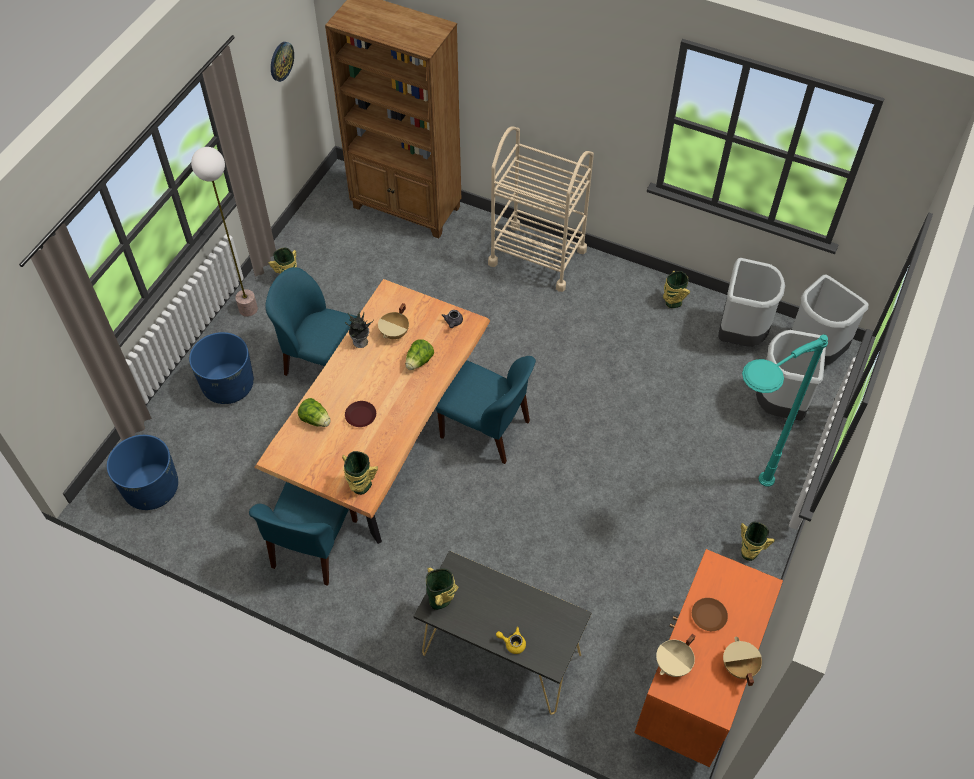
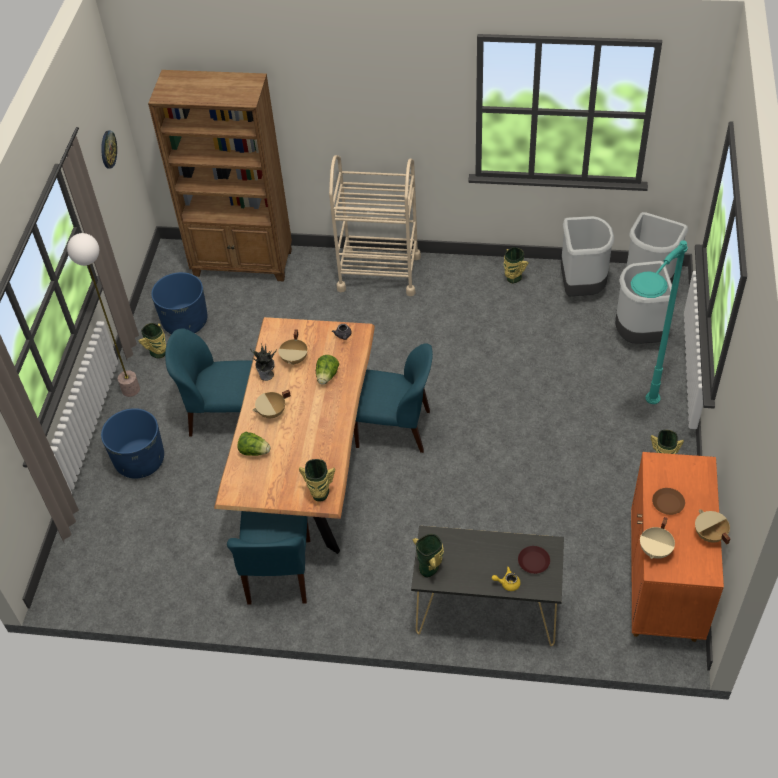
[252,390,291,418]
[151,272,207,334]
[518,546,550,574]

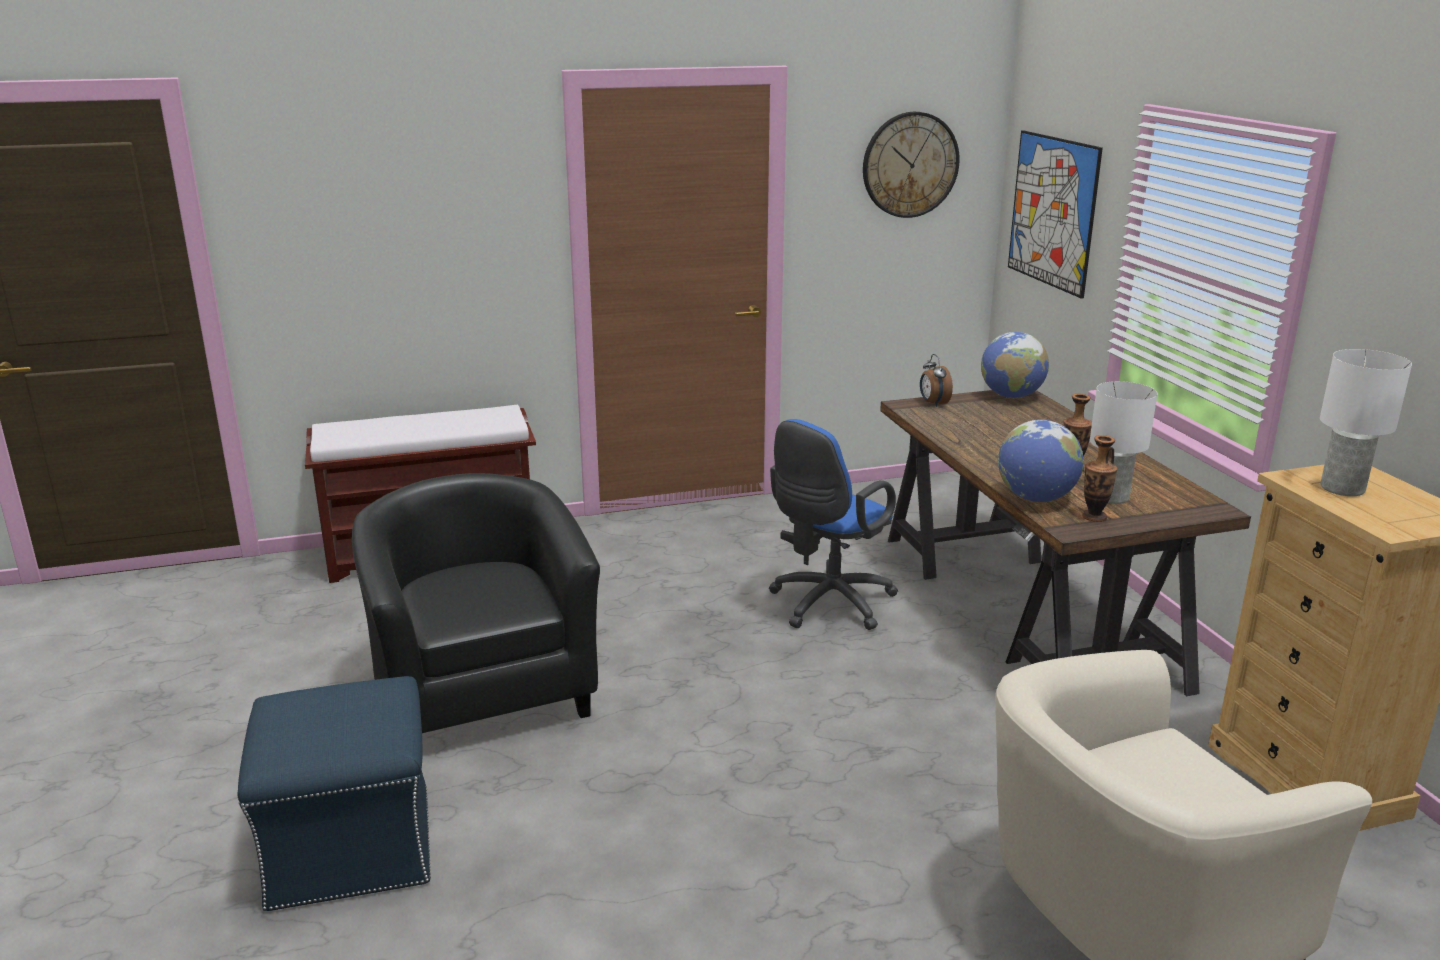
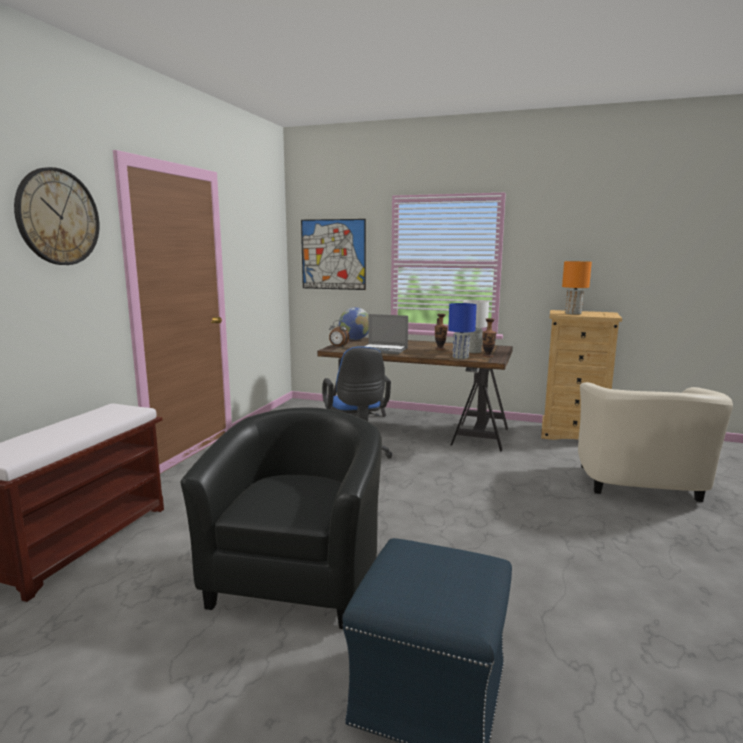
[363,314,408,354]
[14,167,99,265]
[448,303,477,359]
[562,261,592,315]
[181,408,382,629]

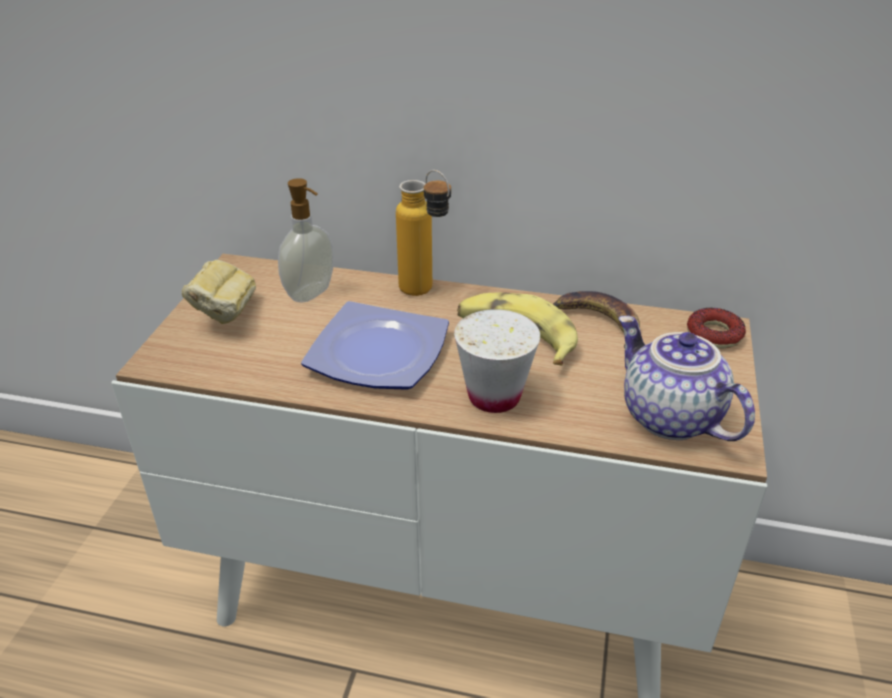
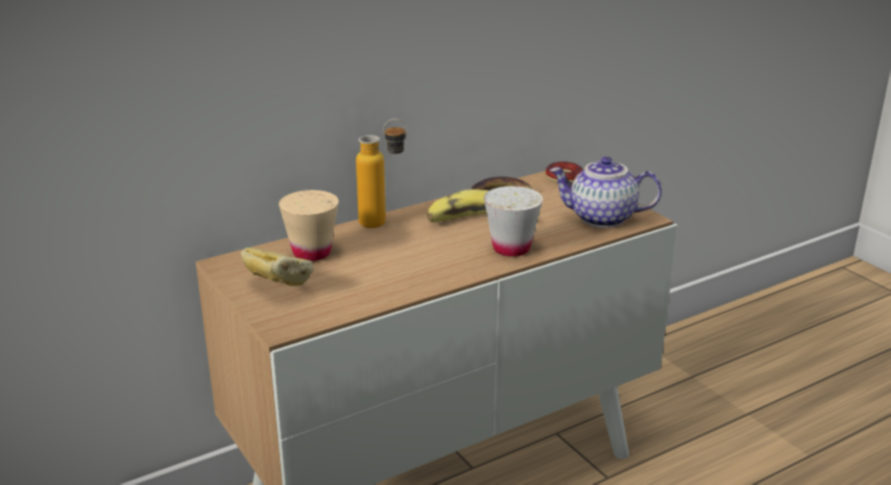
[301,301,449,390] (first image)
[279,190,338,261]

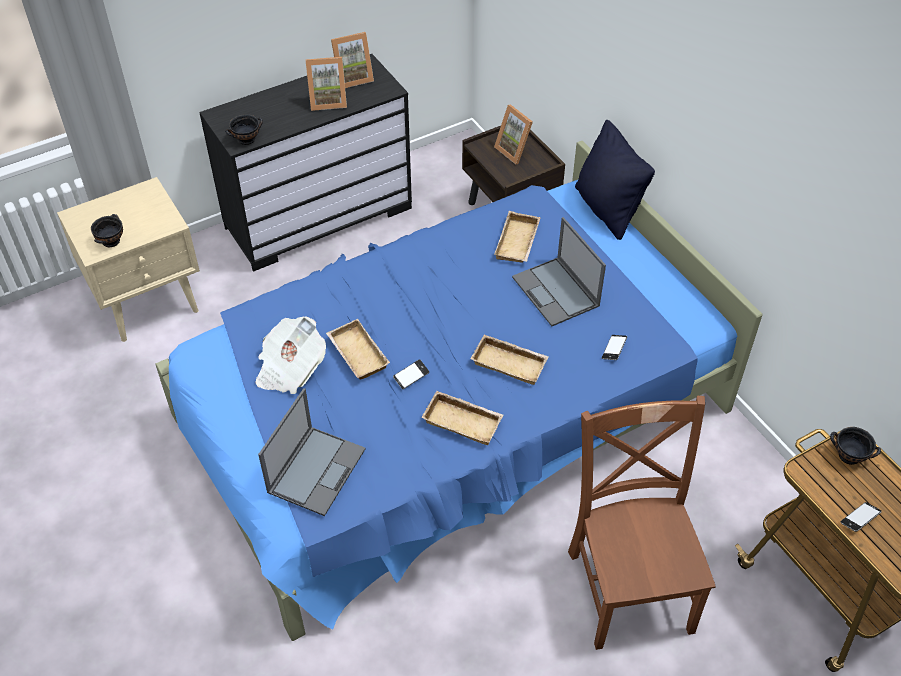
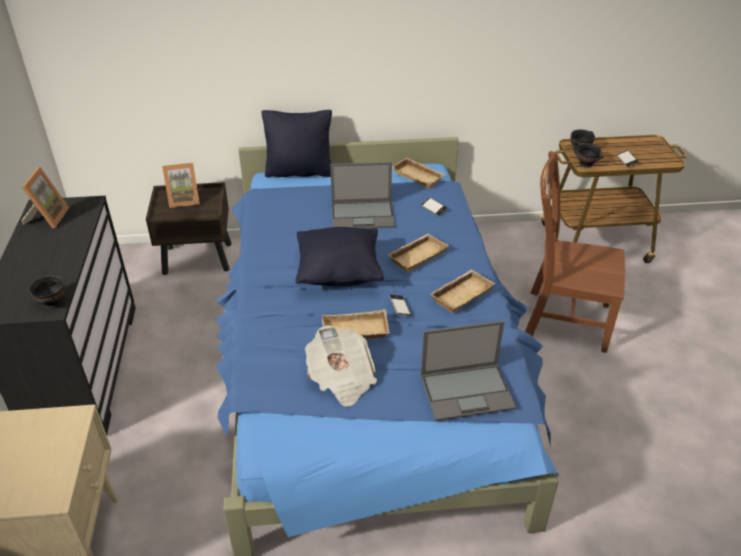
[306,57,347,111] (first image)
[295,227,384,286]
[573,144,604,168]
[392,157,445,189]
[421,321,516,421]

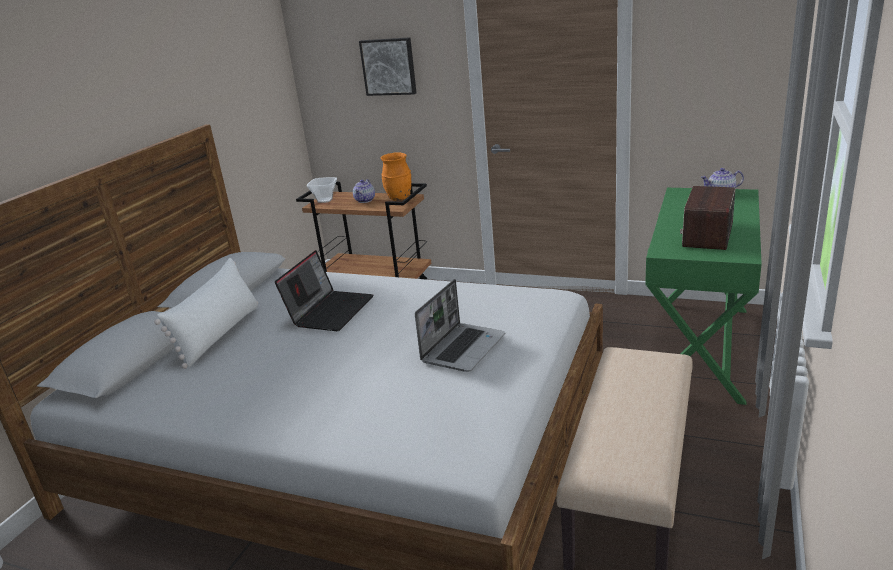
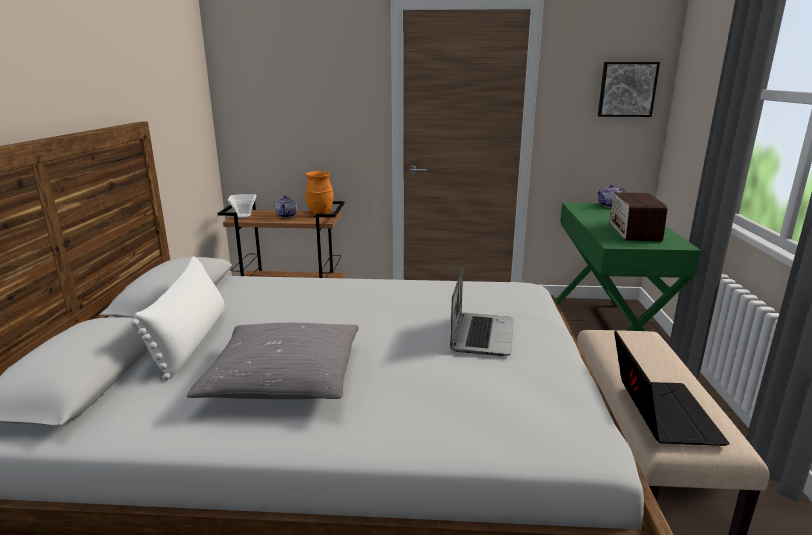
[186,323,359,399]
[614,331,730,446]
[598,62,660,117]

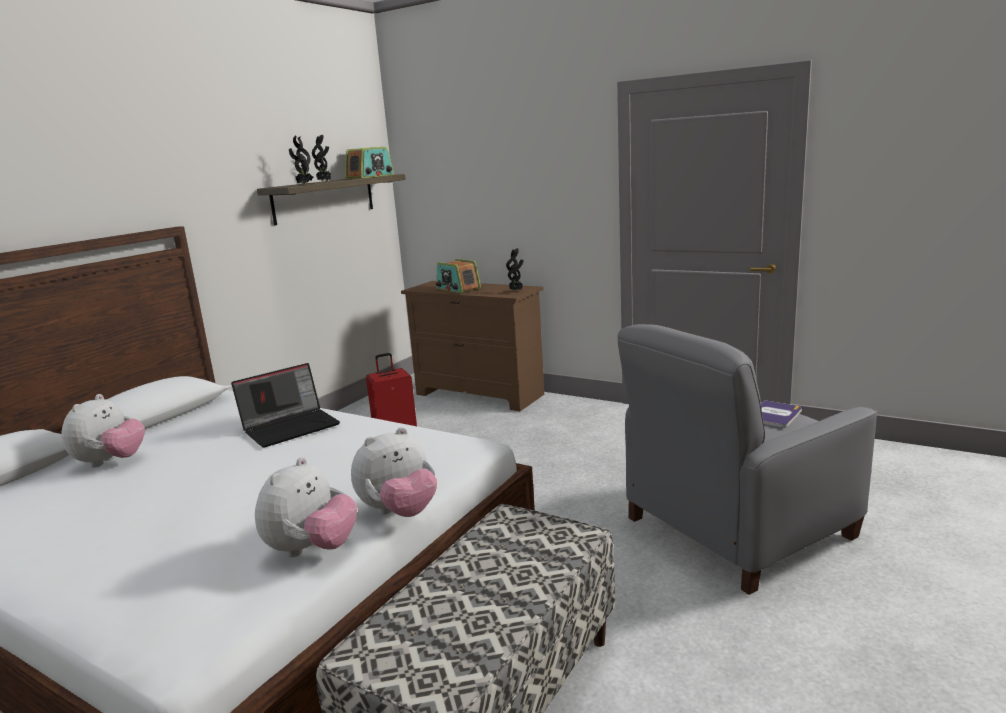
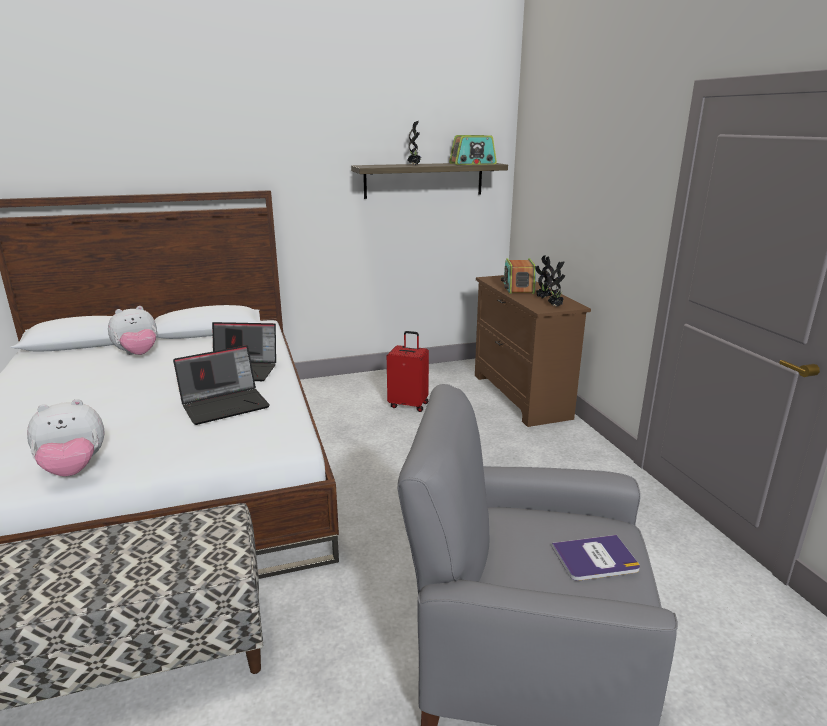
[351,427,437,517] (first image)
[173,345,270,425]
[536,255,555,299]

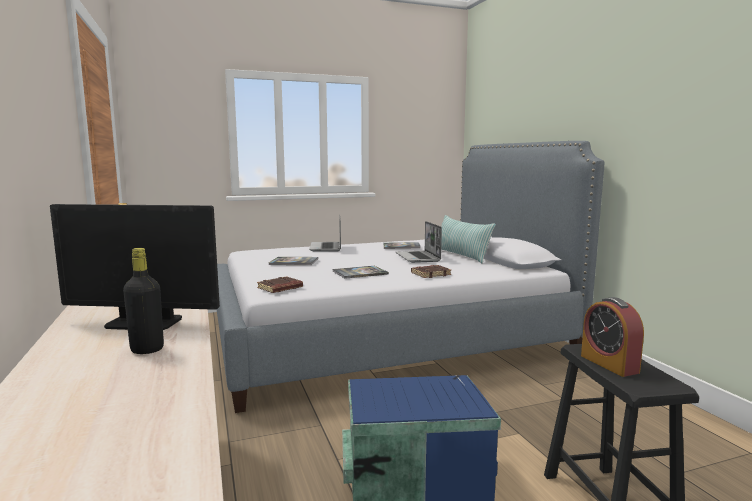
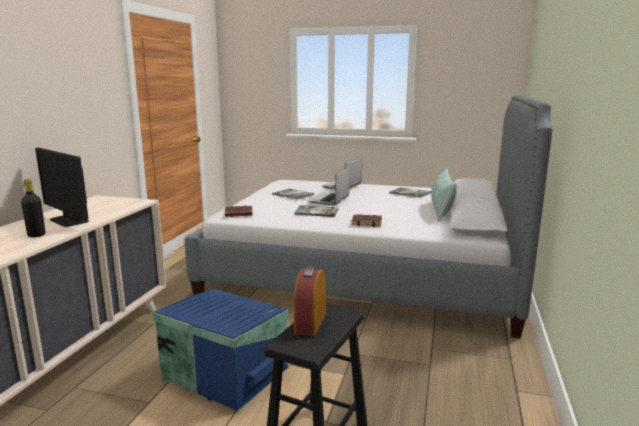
[307,167,350,205]

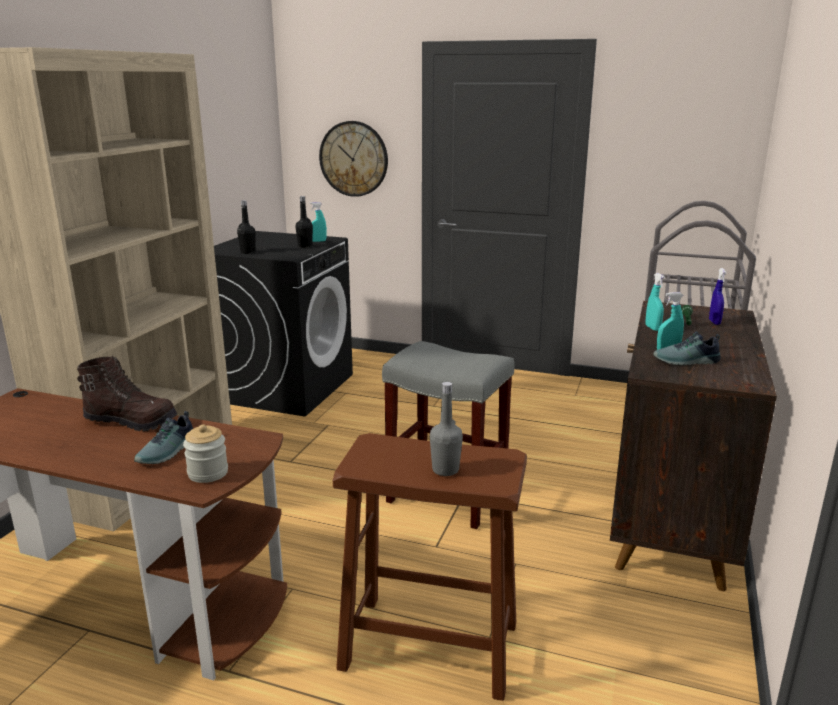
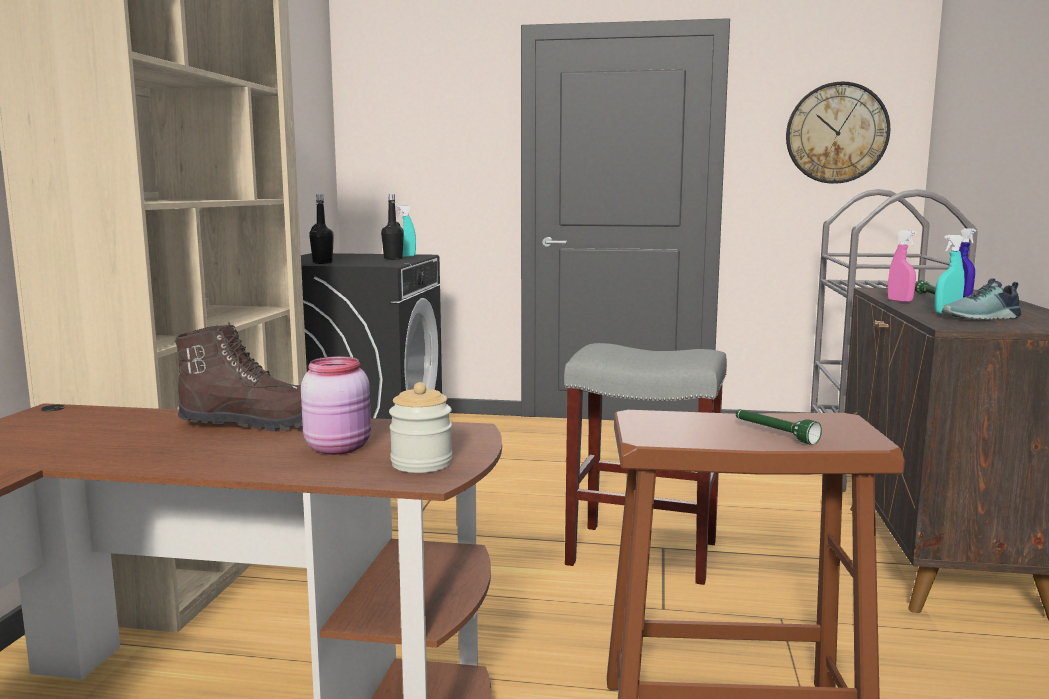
[786,82,890,184]
[301,356,371,455]
[736,409,822,445]
[888,230,917,302]

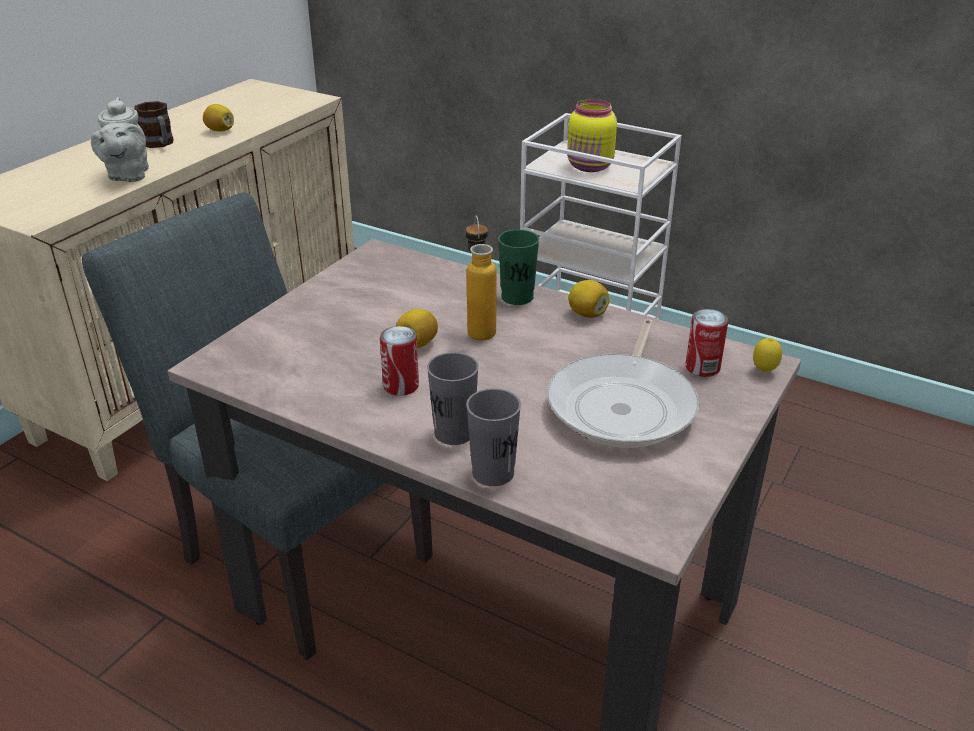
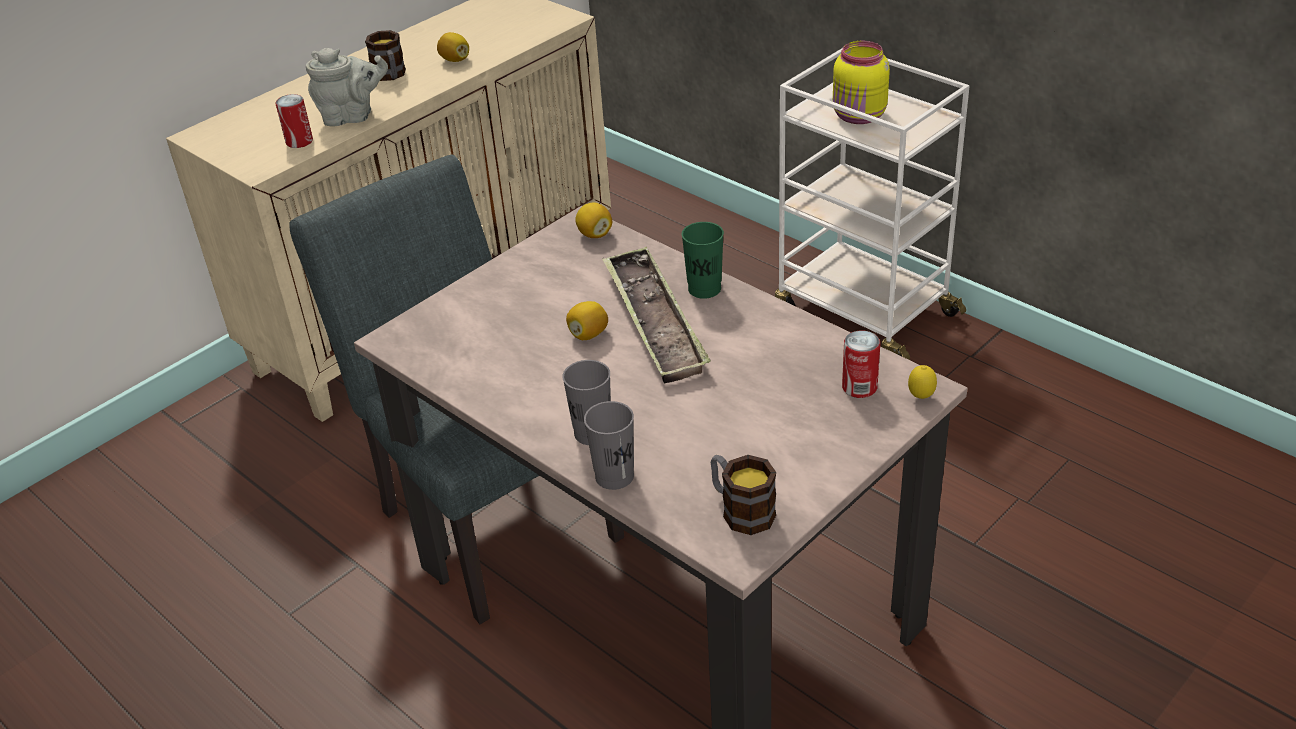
[547,319,699,447] (first image)
[710,455,776,535]
[275,94,313,148]
[575,202,612,238]
[602,247,711,383]
[306,48,388,127]

